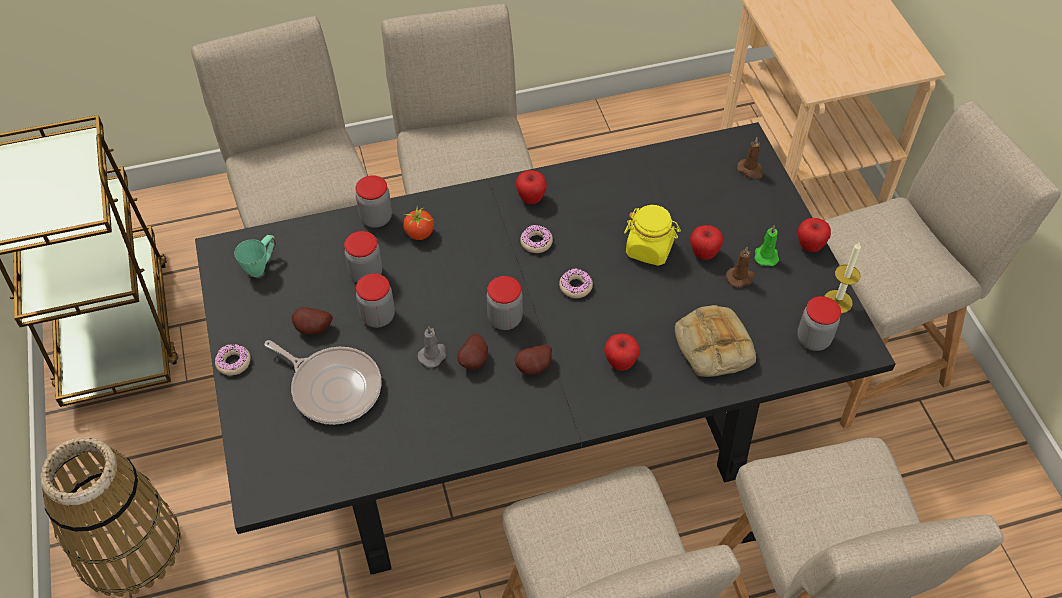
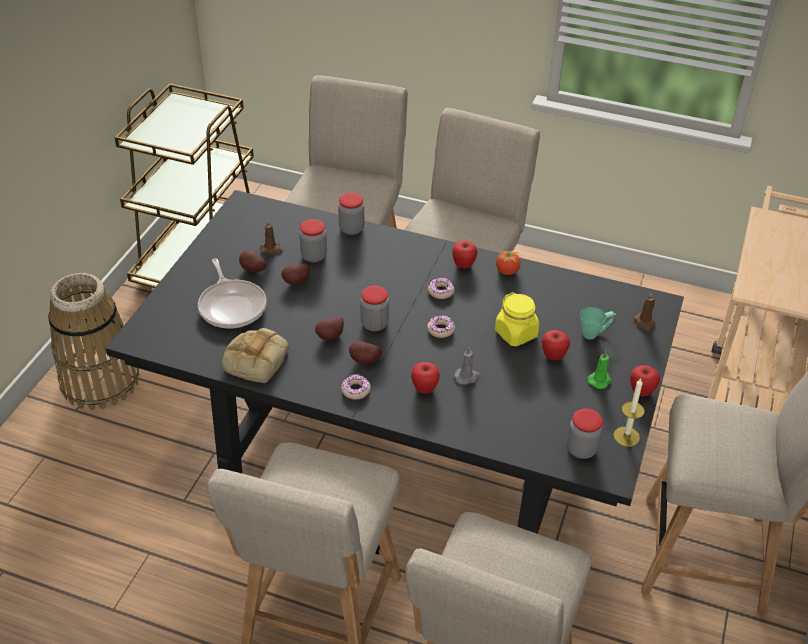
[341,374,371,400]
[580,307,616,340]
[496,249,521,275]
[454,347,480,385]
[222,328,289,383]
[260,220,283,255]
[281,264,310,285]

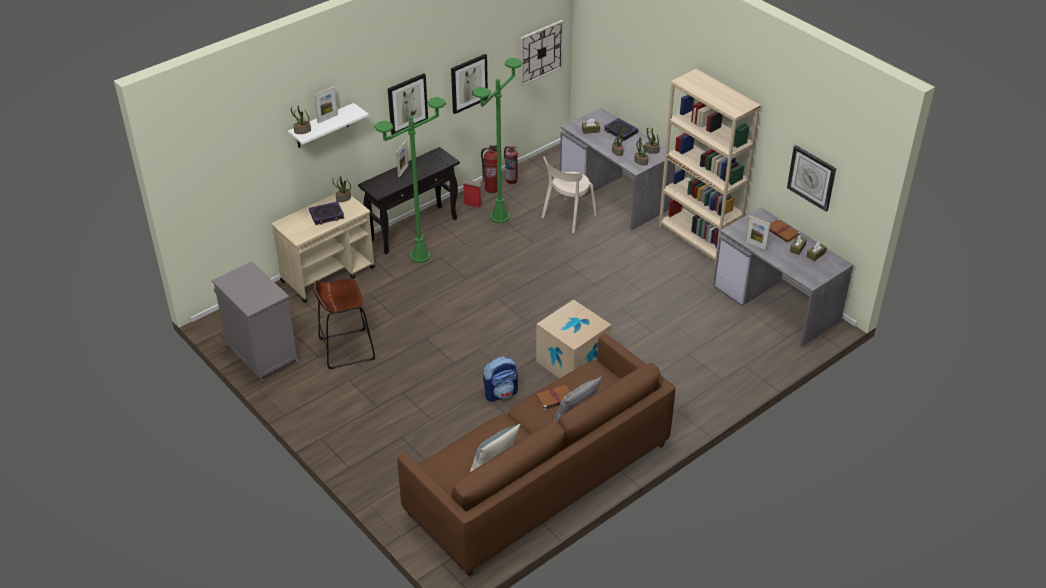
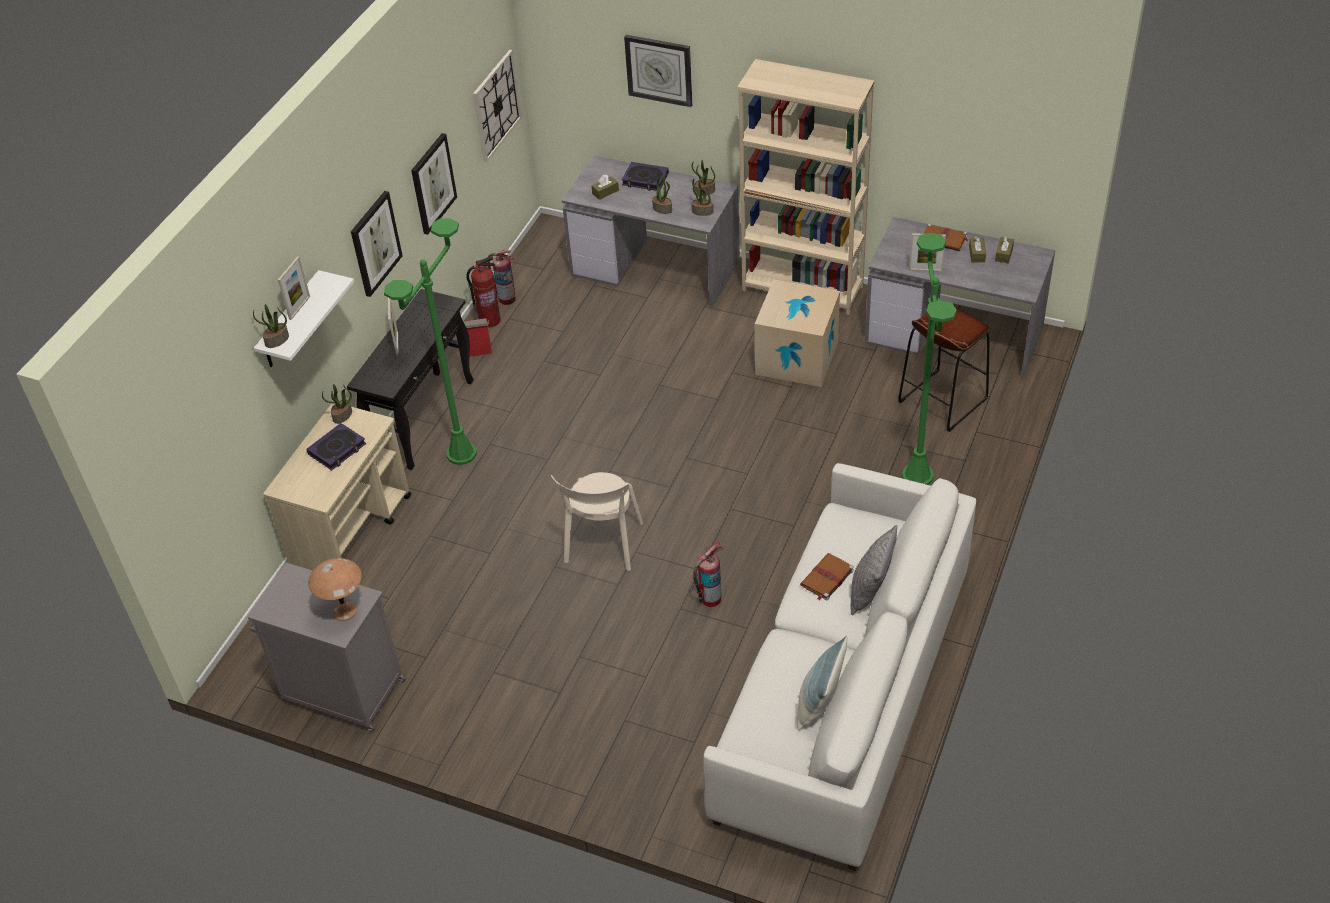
[308,558,362,621]
[898,307,990,432]
[902,233,957,485]
[755,280,840,387]
[551,472,643,571]
[624,35,692,107]
[693,542,724,607]
[703,463,976,871]

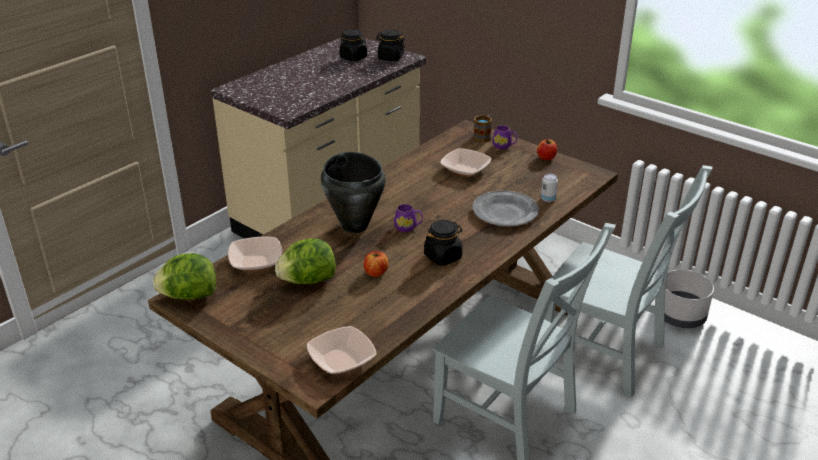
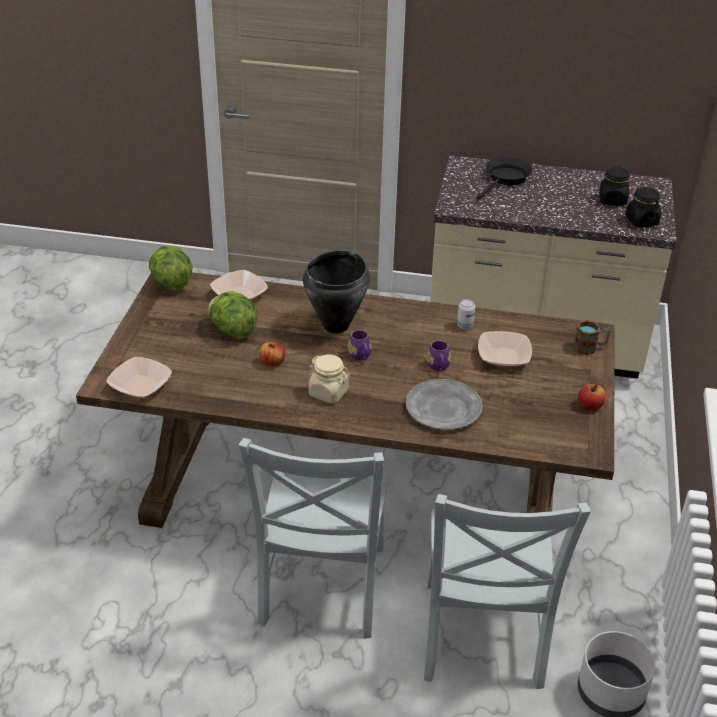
[477,157,532,199]
[426,341,451,371]
[457,299,475,330]
[308,354,350,403]

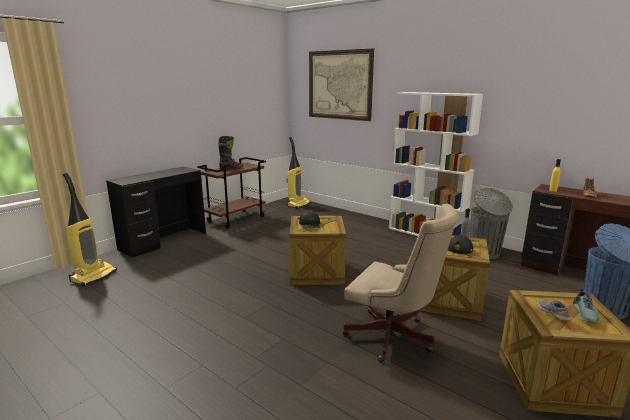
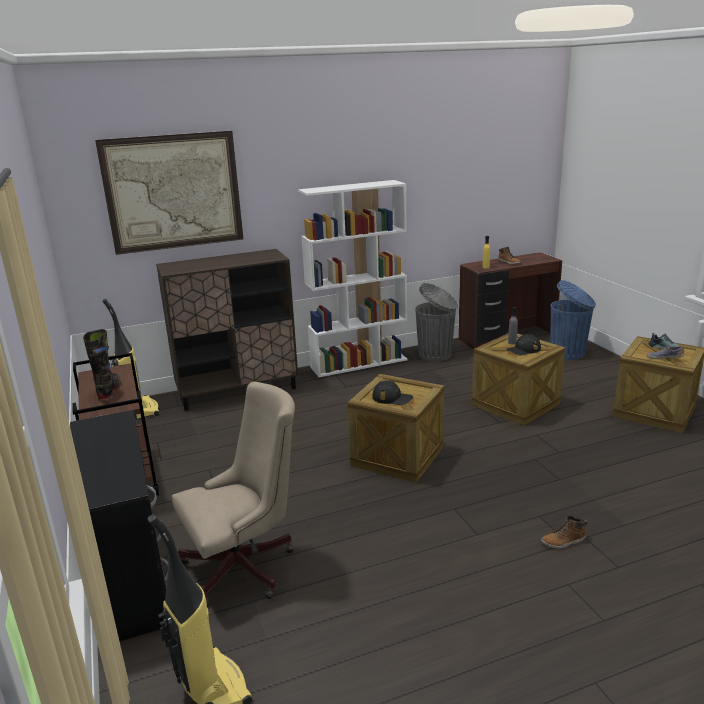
[156,249,298,411]
[541,515,587,549]
[172,382,295,599]

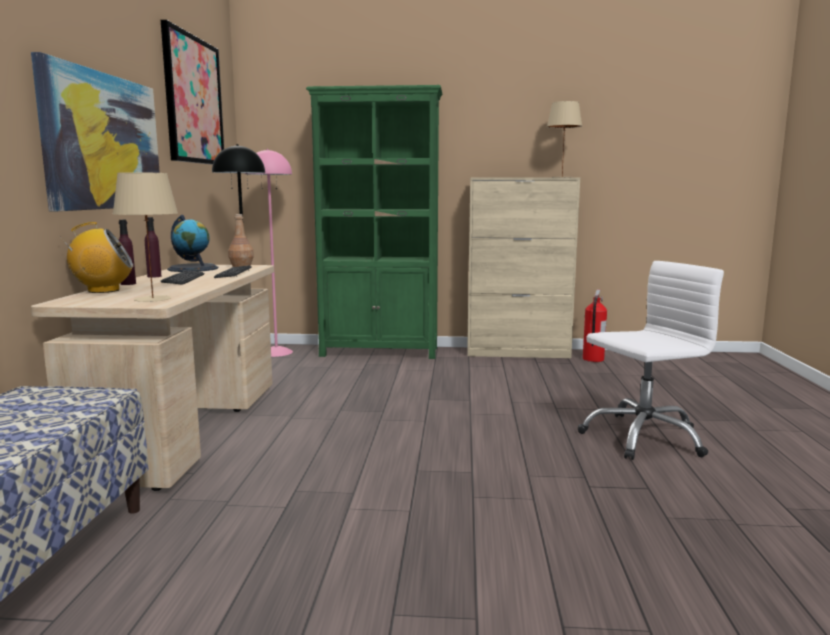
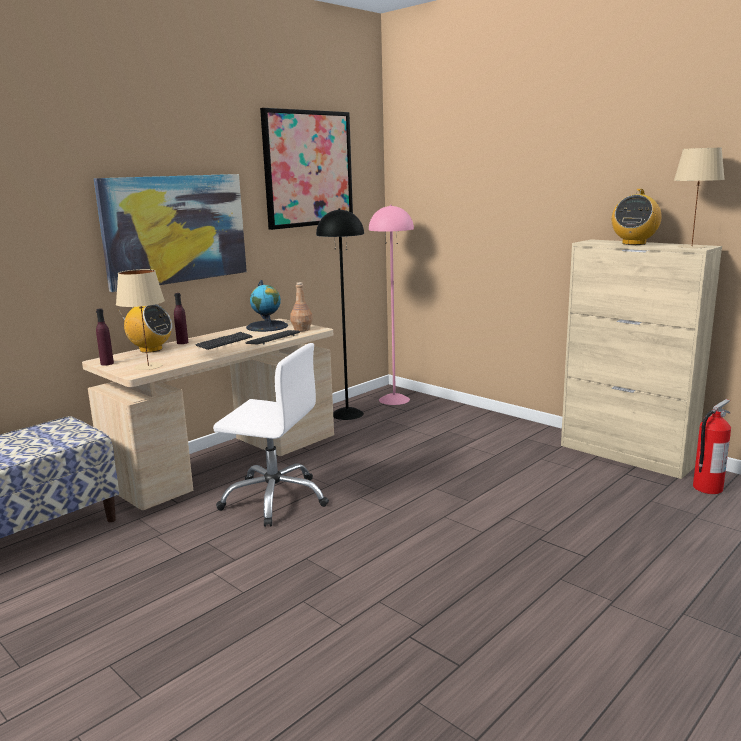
[306,85,443,359] (first image)
[612,189,662,245]
[96,308,114,366]
[213,343,329,527]

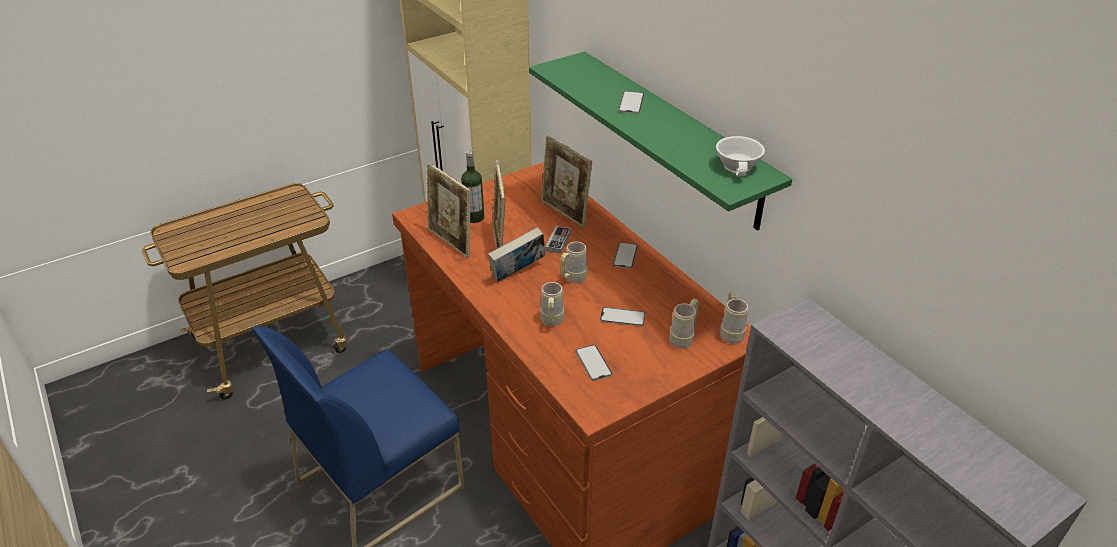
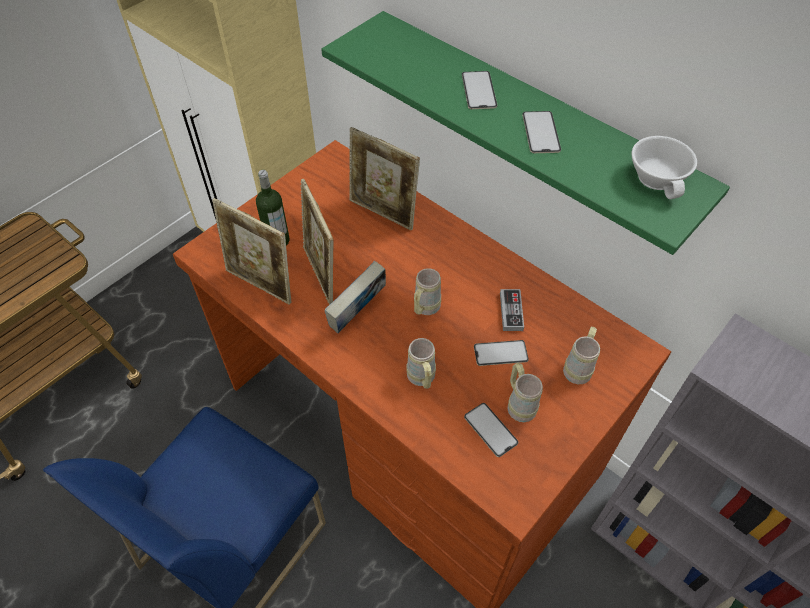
[500,289,524,331]
[522,111,561,153]
[508,363,543,422]

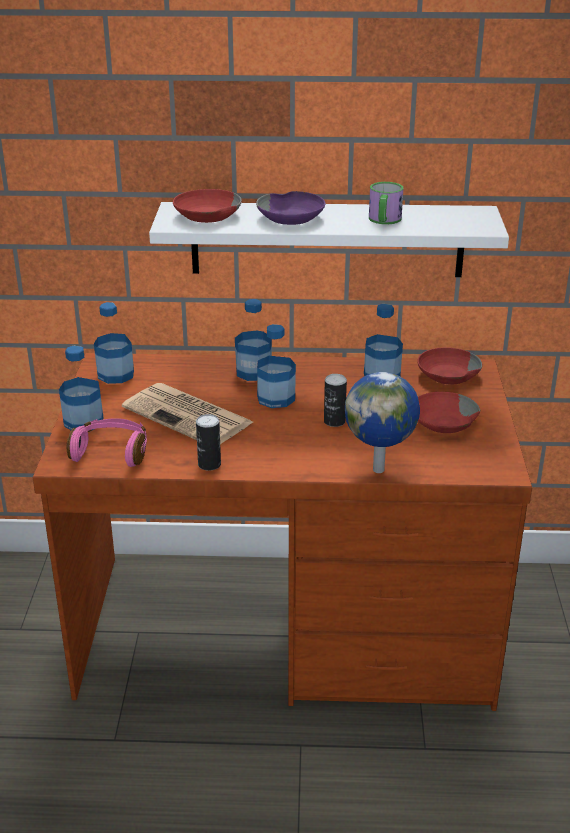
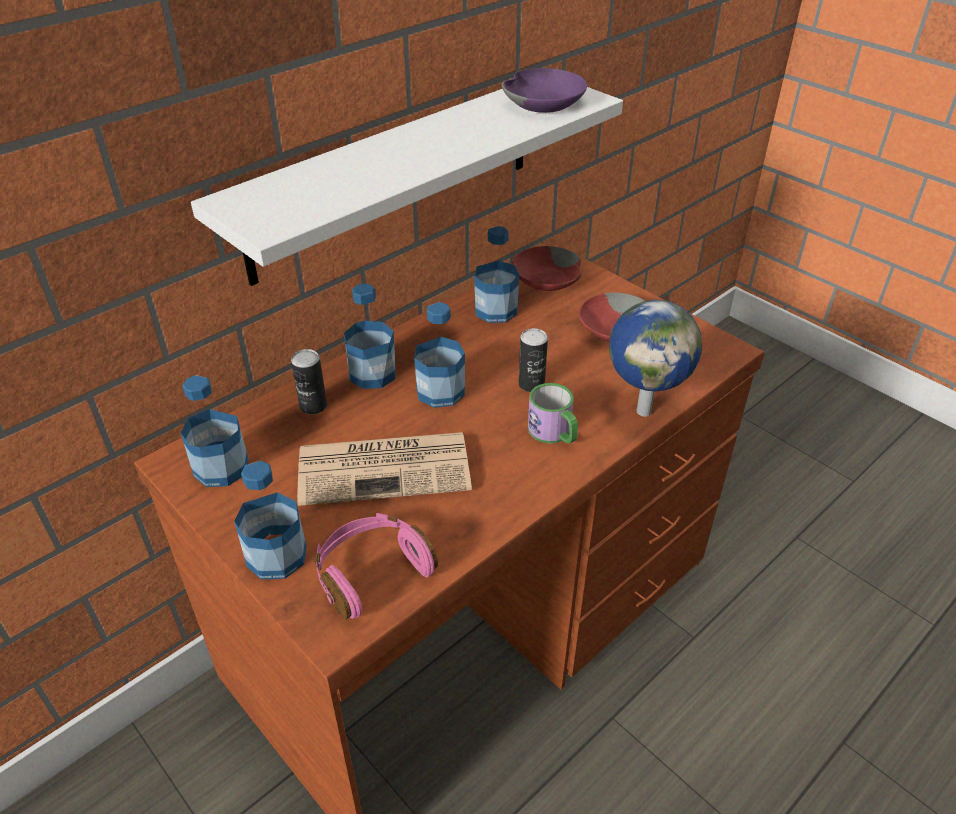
[173,189,242,223] (first image)
[291,349,327,415]
[502,68,587,113]
[528,383,578,444]

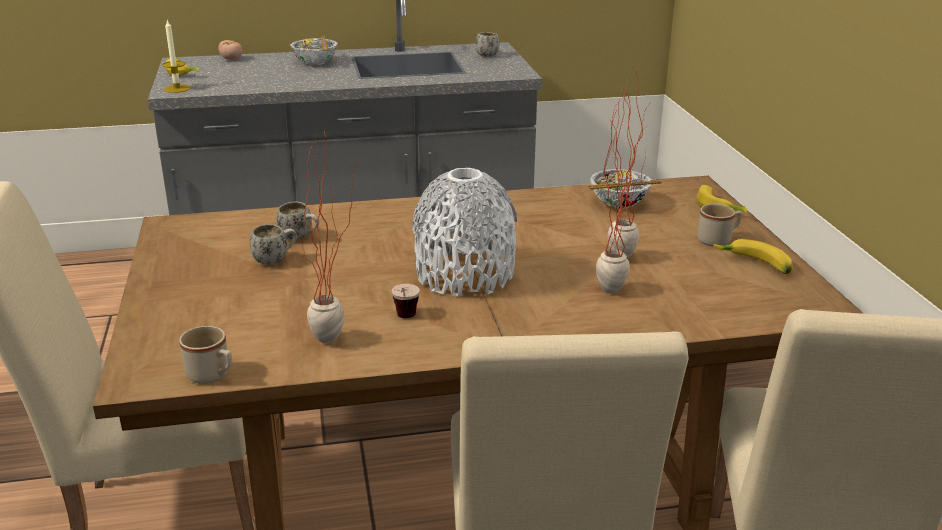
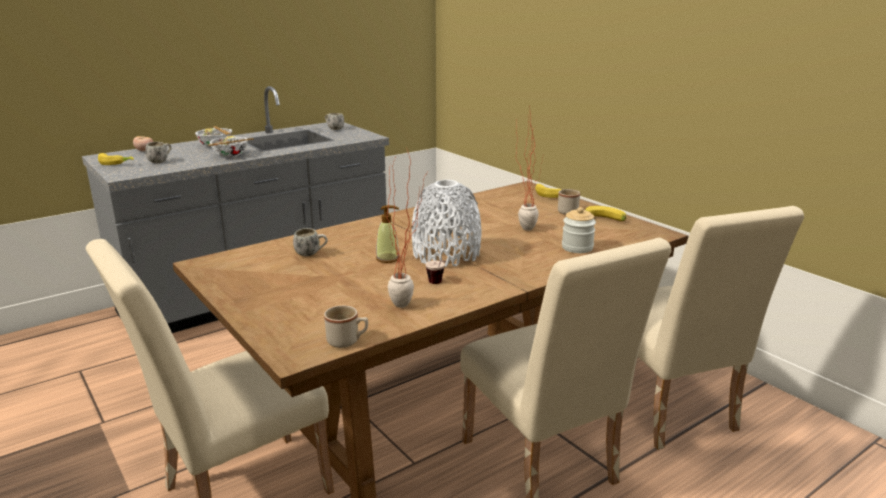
[162,20,191,93] (first image)
[596,89,645,294] (first image)
[376,205,399,263]
[562,207,596,253]
[145,142,172,163]
[208,136,254,158]

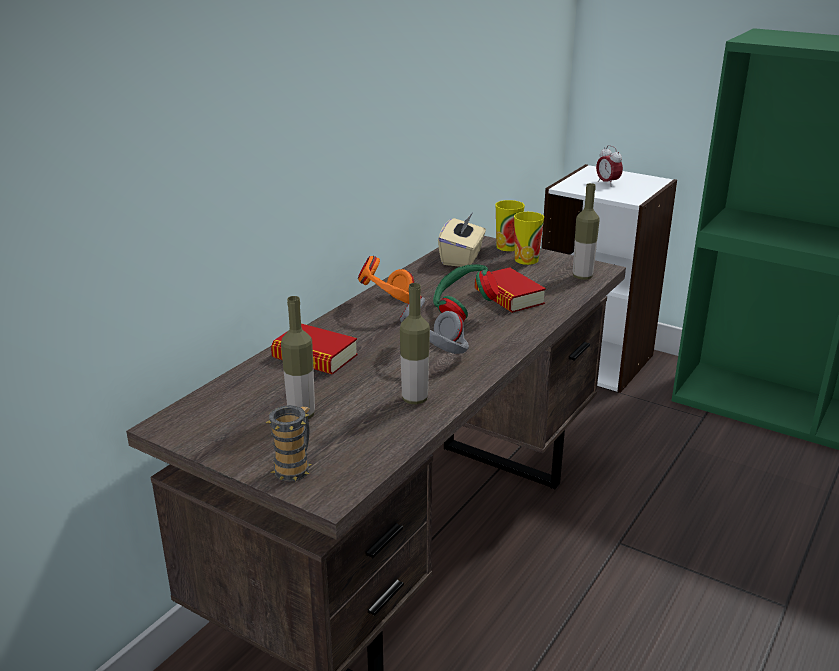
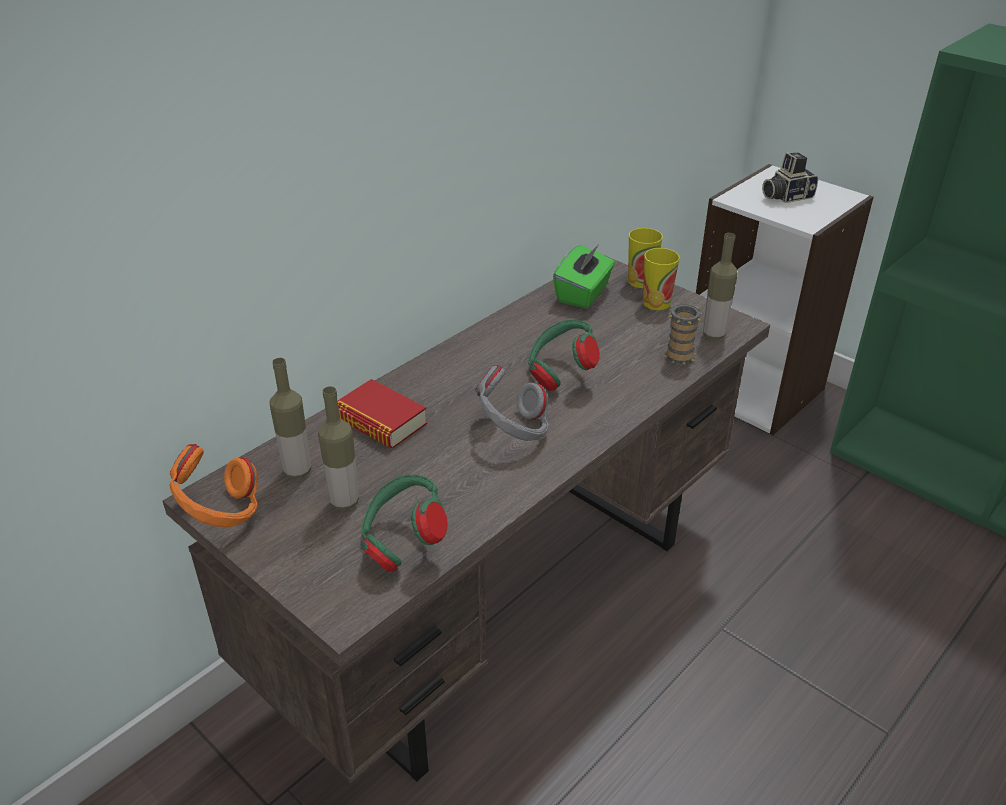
[475,267,546,313] (first image)
[361,474,448,572]
[664,304,702,365]
[169,444,258,527]
[270,358,311,479]
[762,152,819,203]
[553,244,615,309]

